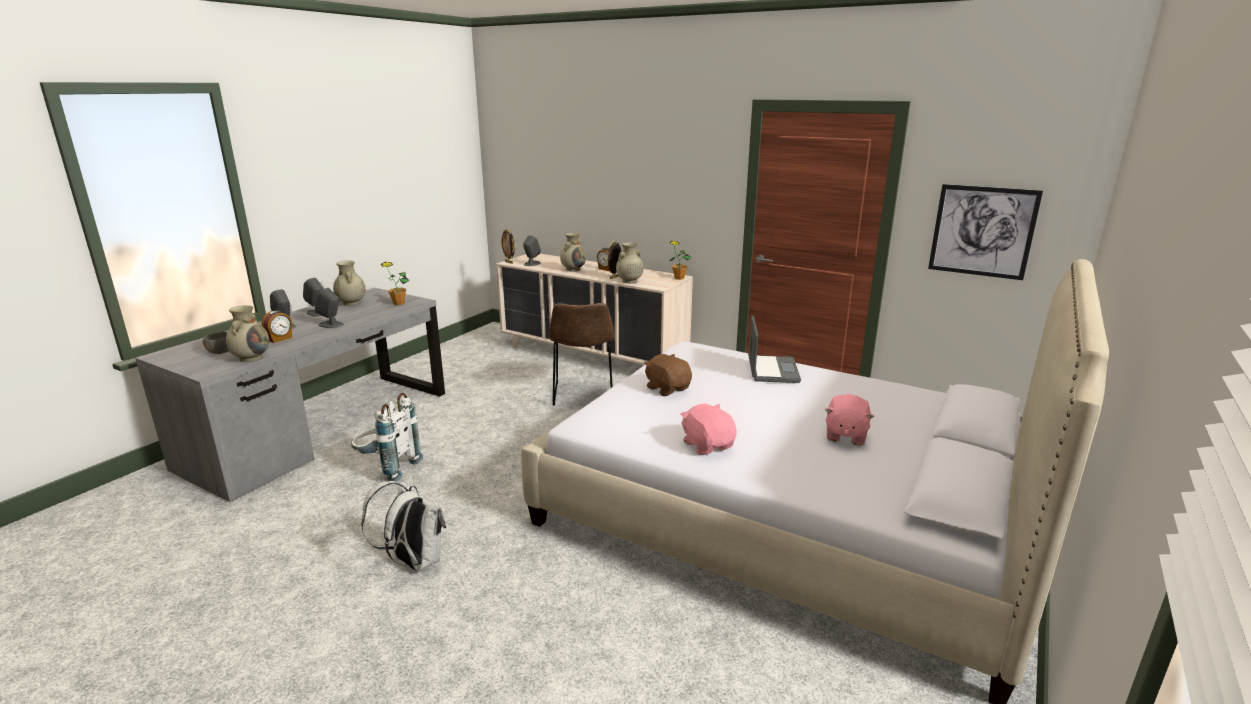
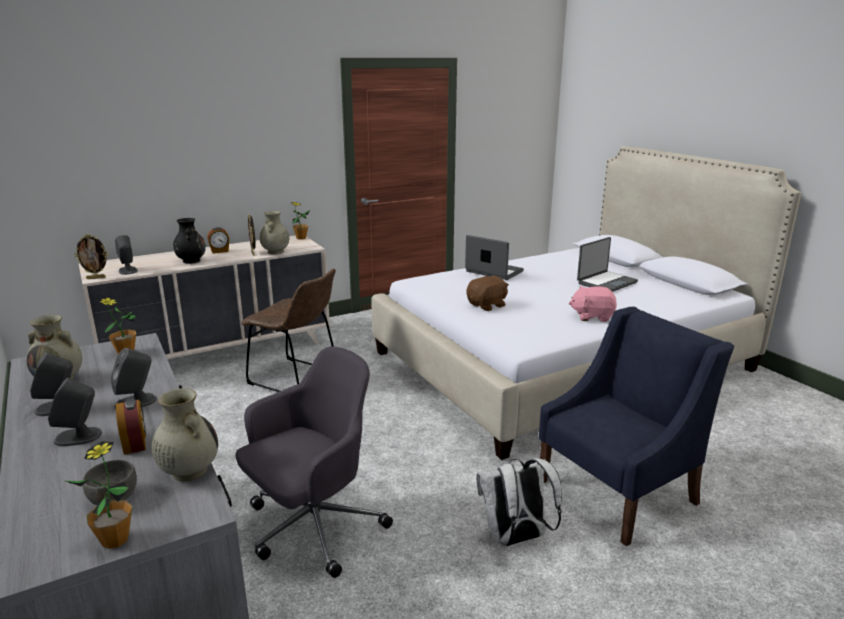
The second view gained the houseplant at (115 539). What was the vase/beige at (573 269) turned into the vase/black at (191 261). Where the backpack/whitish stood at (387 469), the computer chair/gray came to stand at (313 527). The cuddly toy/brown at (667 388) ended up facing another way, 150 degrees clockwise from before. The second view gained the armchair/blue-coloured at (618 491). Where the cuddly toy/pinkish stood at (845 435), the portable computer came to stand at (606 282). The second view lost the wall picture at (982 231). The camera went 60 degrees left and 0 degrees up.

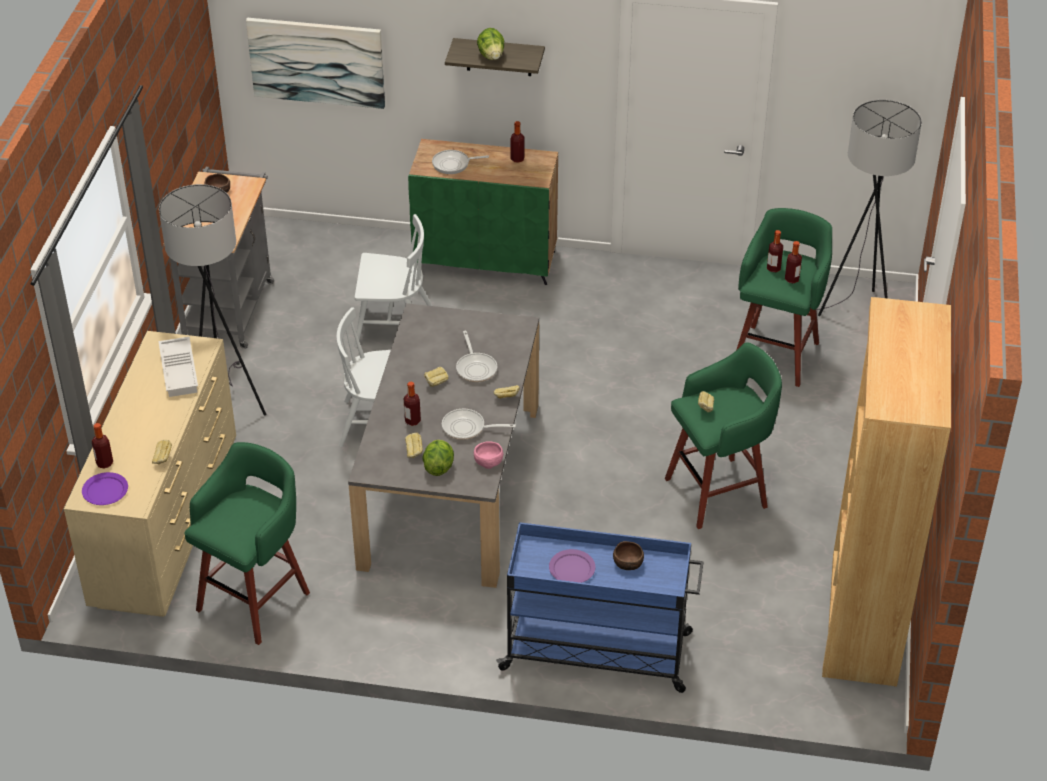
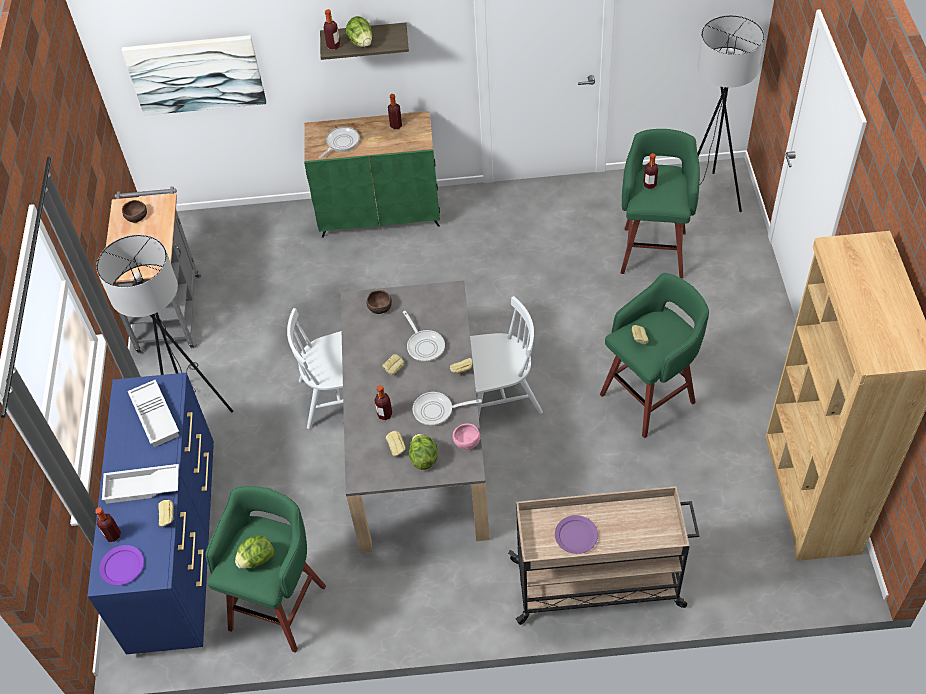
What was the chest of drawers/beige at (167 524) turned into the chest of drawers/blue-coloured at (176 545). The second view gained the tray/whitish at (142 488). The second view gained the lettuce at (257 559). The frying pan at (453 164) ended up facing another way, 150 degrees clockwise from before. The drink bottle ended up elsewhere, having gone from (792 279) to (333 46). The serving bowl/brown ended up elsewhere, having gone from (628 563) to (380 307). The plain chair/whitish ended up elsewhere, having gone from (393 326) to (500 395). What was the cart/blue-coloured at (598 651) turned into the cart/beige at (599 583). The camera went 10 degrees left and 10 degrees up.

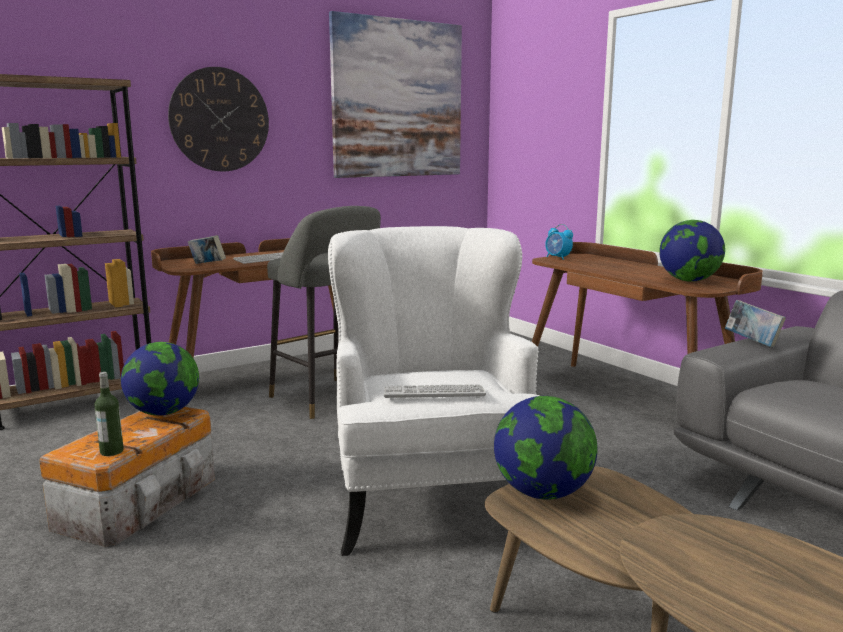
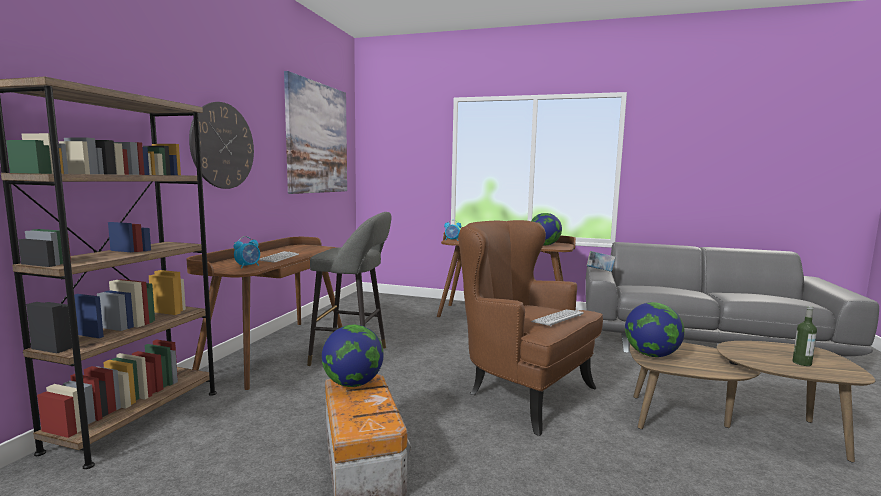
Where the volume stood at (207 265), the table clock came to stand at (248 266). What was the armchair/whitish at (431 501) turned into the armchair/brown at (522 392). The drink bottle ended up elsewhere, having gone from (111 451) to (801 363). The camera went 40 degrees left and 5 degrees down.

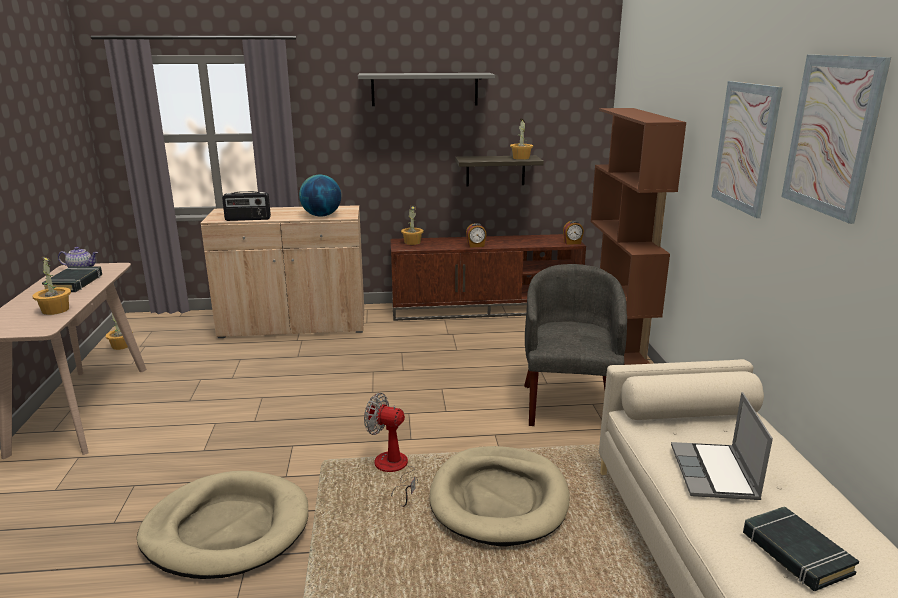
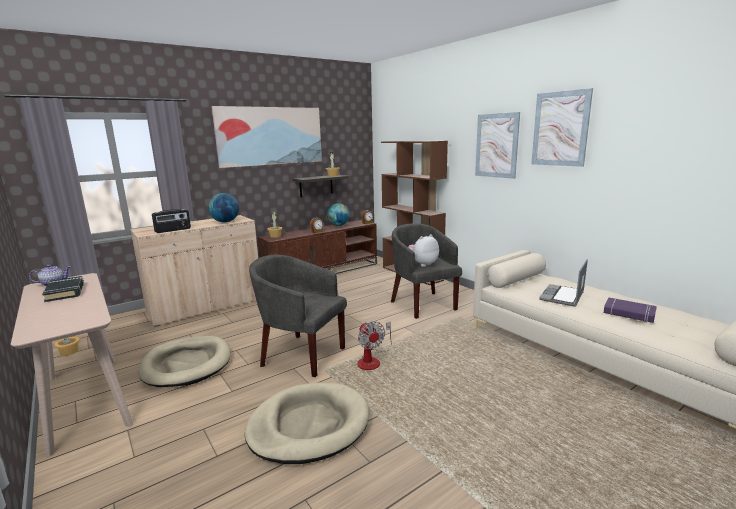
The pet bed/beige ended up elsewhere, having gone from (499 499) to (187 364). Where the wall shelf/gray hung at (424 89), the wall picture came to hang at (271 136). The second view gained the armchair/gray at (301 355). The second view gained the globe at (338 225). The fan at (394 471) ended up facing another way, 105 degrees counterclockwise from before. The second view gained the cuddly toy at (422 264). The portable computer at (715 474) ended up facing another way, 60 degrees clockwise from before. What was the volume/black at (795 553) turned into the volume/purplish at (629 313). The second view lost the houseplant at (55 310). The camera went 30 degrees left and 5 degrees down.

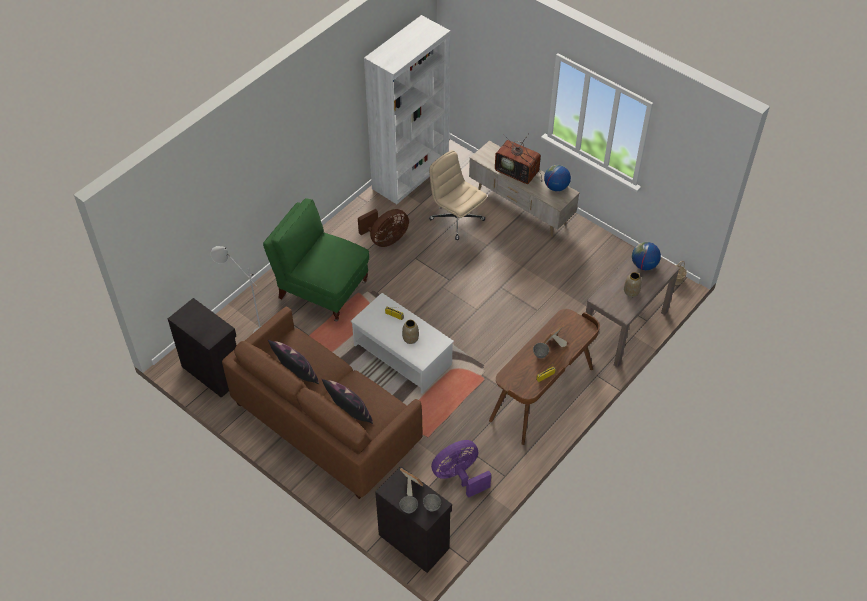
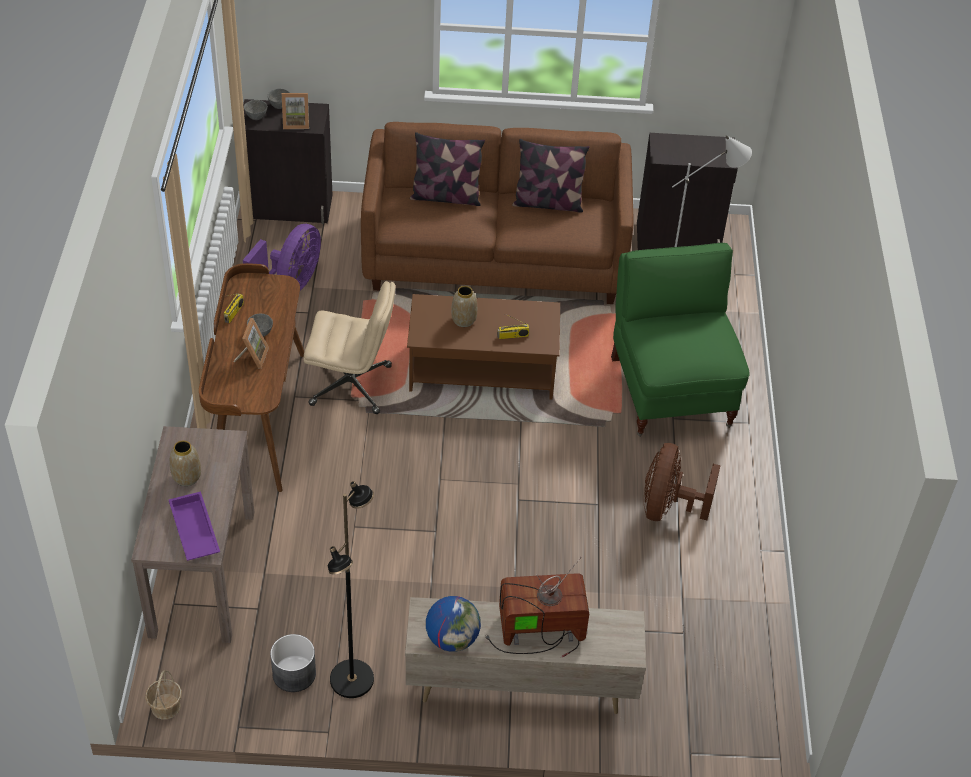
Where the globe stood at (644 265), the tray/purplish came to stand at (193 531). The second view gained the plant pot/gray at (293 674). The computer chair/beige ended up elsewhere, having gone from (456 219) to (352 385). The second view gained the standing lamp/black at (353 679). What was the low table/whitish at (402 355) turned into the low table/brown at (483 369). The armchair/green at (322 289) ended up facing another way, 90 degrees counterclockwise from before. The second view lost the bookcase/whitish at (410 175). The camera went 140 degrees right and 5 degrees down.

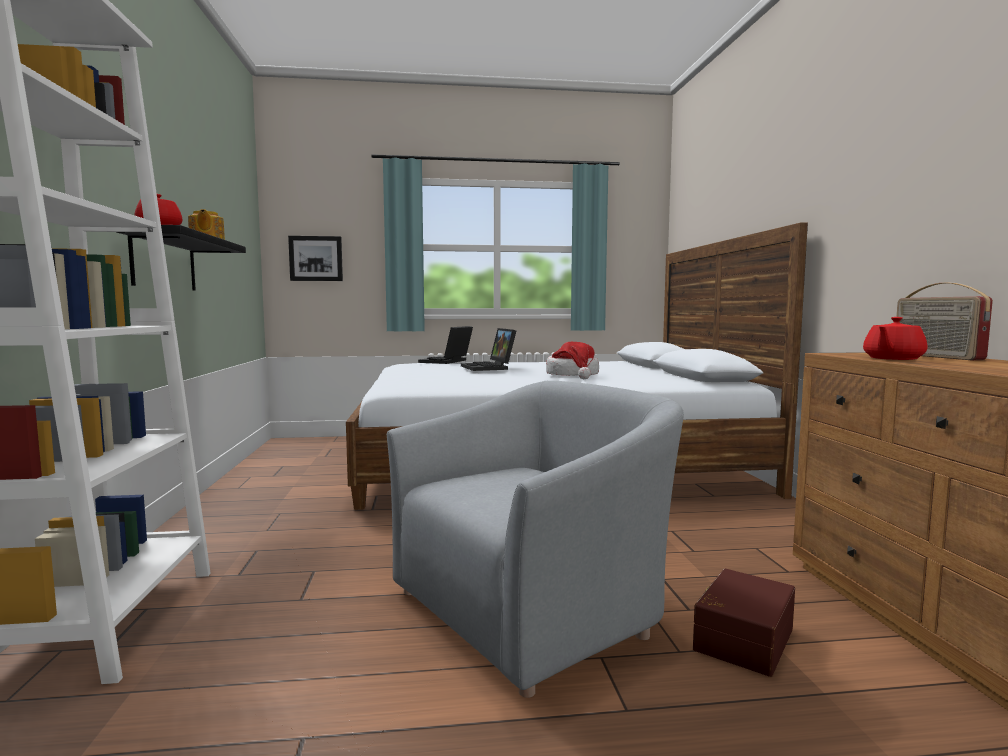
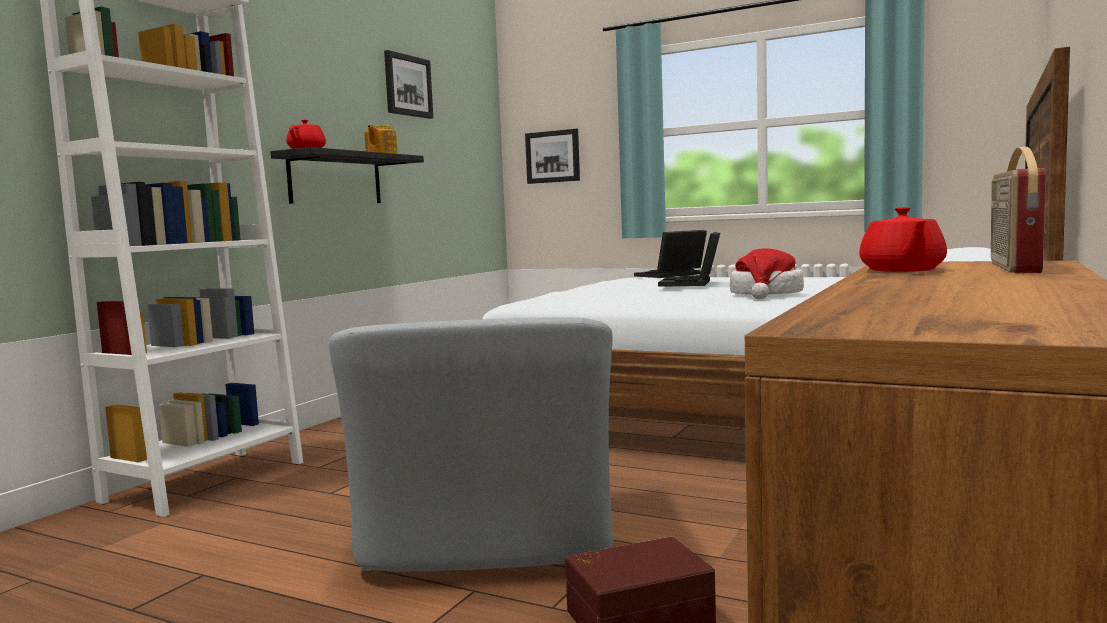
The armchair/gray at (532 607) ended up facing another way, 90 degrees clockwise from before. The second view gained the wall picture at (407 86). The tea pot/reddish at (892 359) ended up facing another way, 75 degrees counterclockwise from before. The camera went 35 degrees right and 0 degrees up.

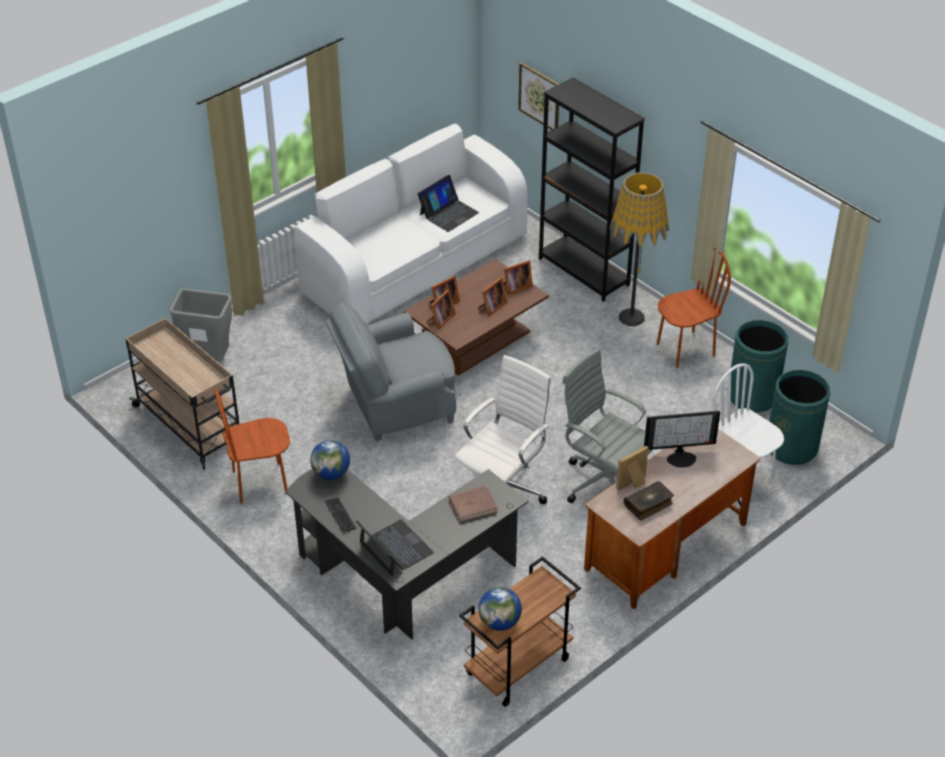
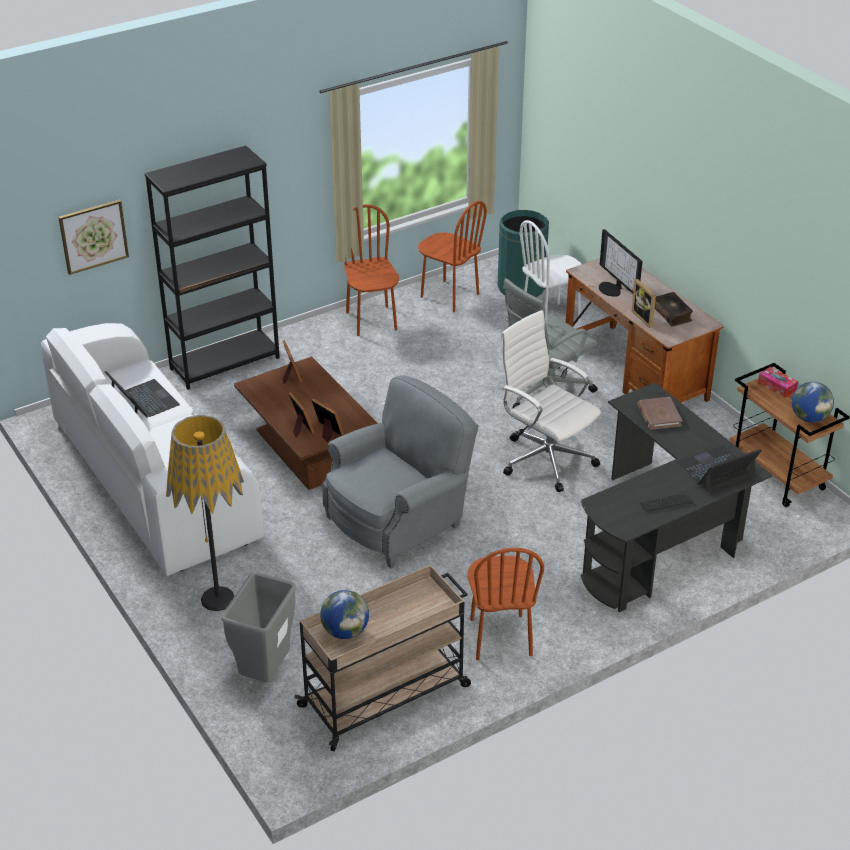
The standing lamp ended up elsewhere, having gone from (631 317) to (217 599). The globe ended up elsewhere, having gone from (331 473) to (345 631). The armchair/gray at (395 406) ended up facing another way, 120 degrees counterclockwise from before. Where the rubbish bin/green stood at (752 396), the plain chair/brown came to stand at (449 296). The computer display at (681 457) ended up facing another way, 150 degrees clockwise from before. The second view gained the box of tissues at (777 386). The second view lost the photo frame at (491 307). The camera went 80 degrees left and 5 degrees down.

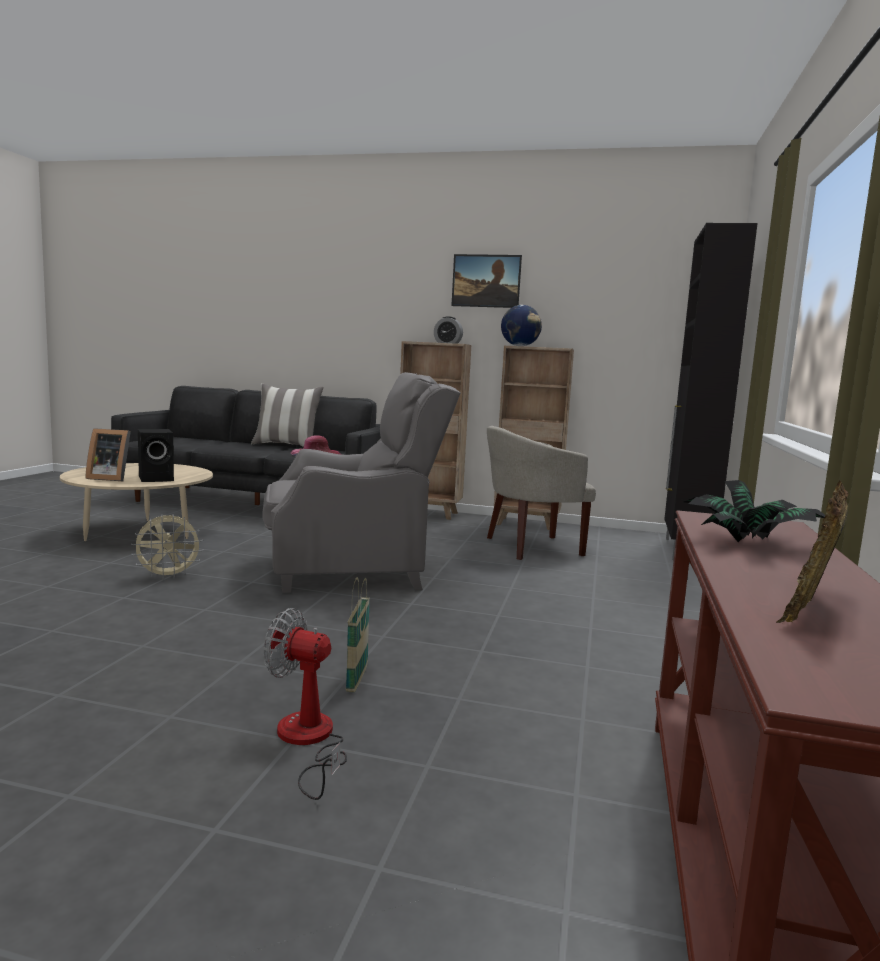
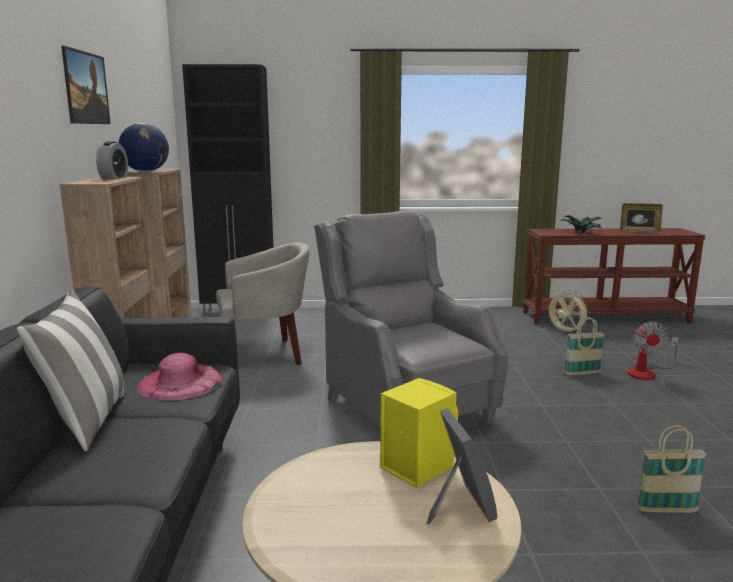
The armchair/beige at (530 547) ended up facing another way, 75 degrees counterclockwise from before. What was the loudspeaker/black at (157 479) turned into the loudspeaker/yellow at (415 466). The fan/beige ended up elsewhere, having gone from (168 576) to (565 332). The second view gained the household basket at (667 510). The camera went 105 degrees left and 5 degrees up.

